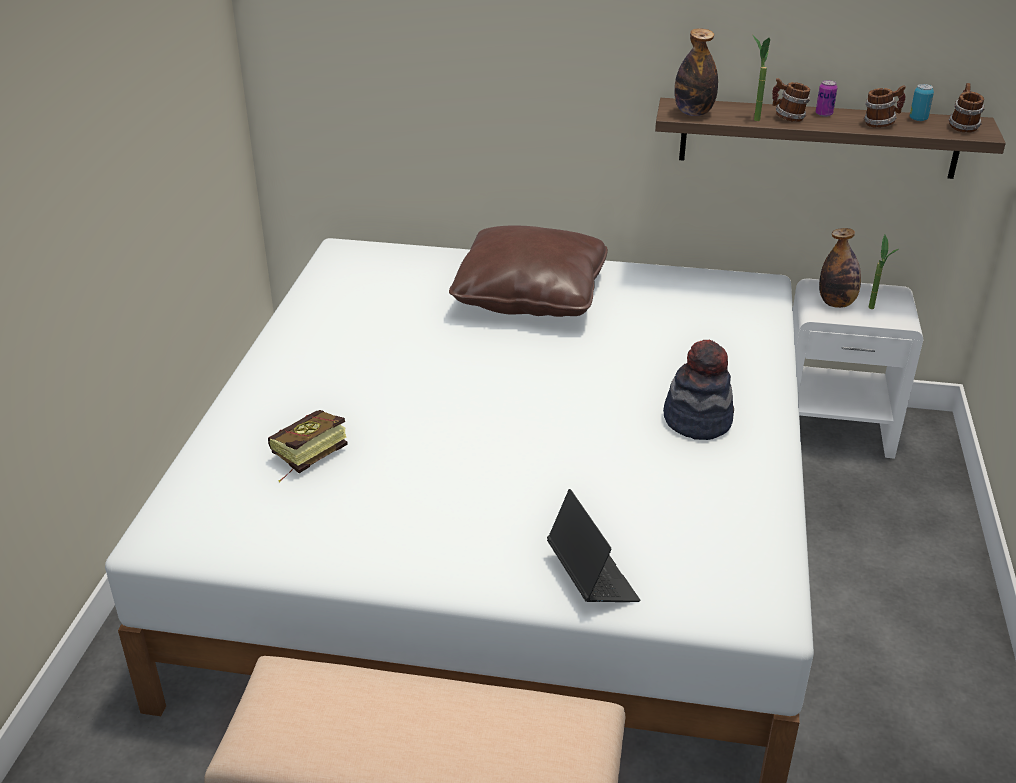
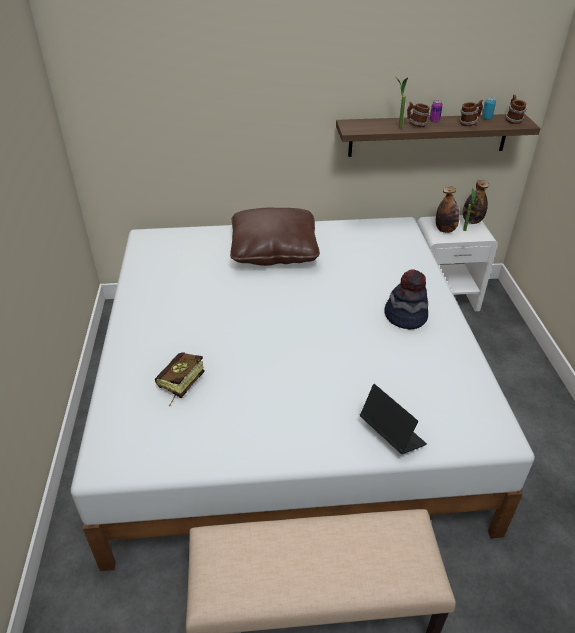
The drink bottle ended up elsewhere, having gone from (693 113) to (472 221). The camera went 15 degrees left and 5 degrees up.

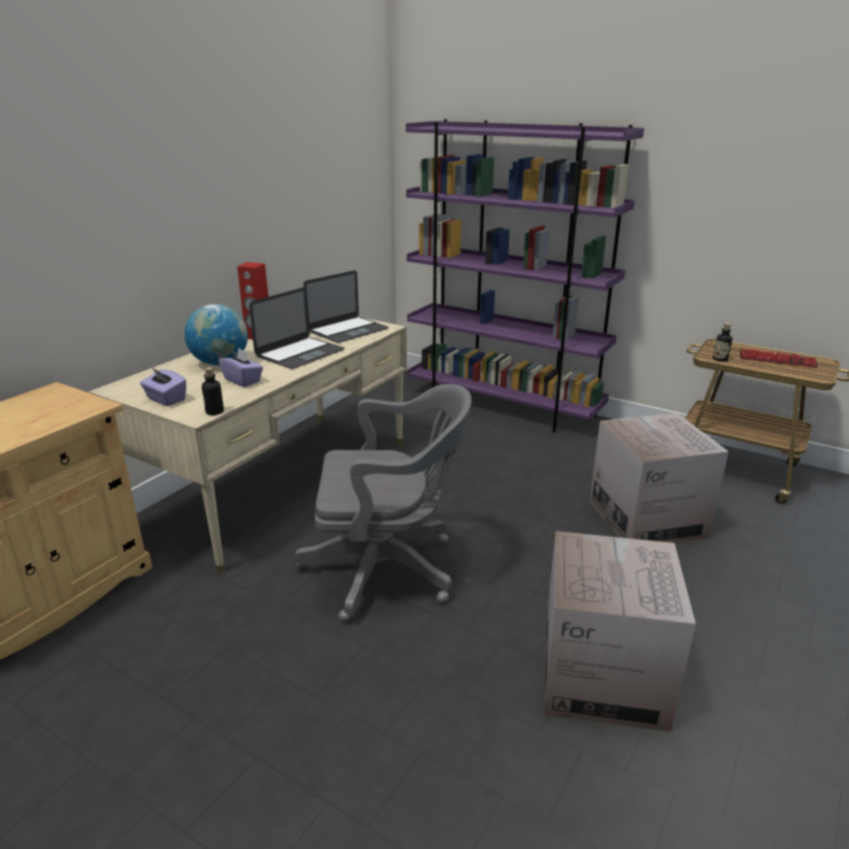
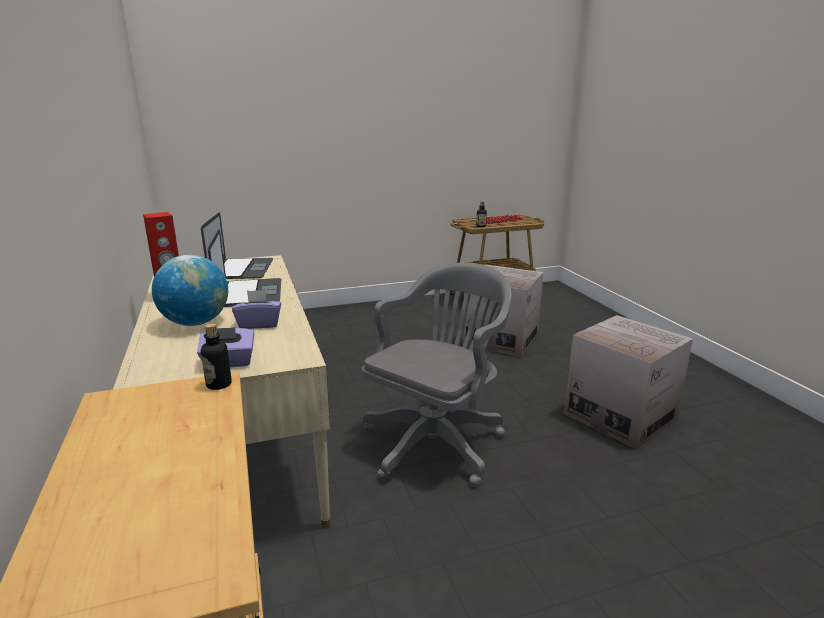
The drink bottle ended up elsewhere, having gone from (214 412) to (219 384). The second view lost the bookcase/purplish at (503 406). The camera went 50 degrees left and 5 degrees down.

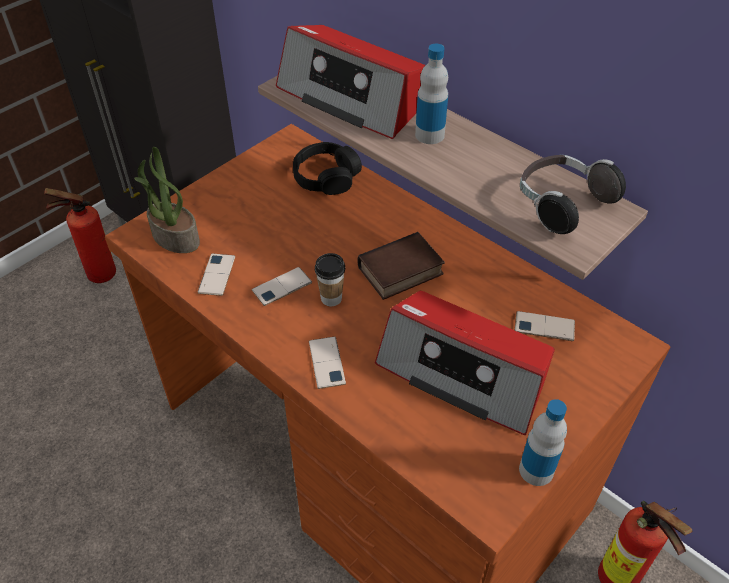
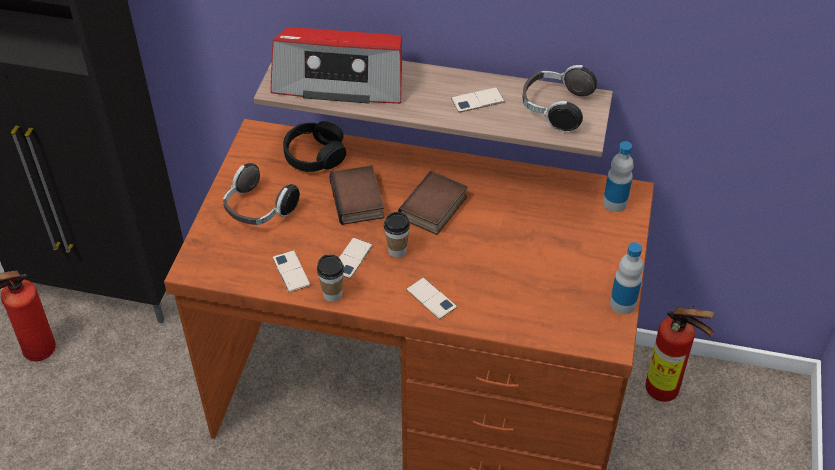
The second view gained the headset at (258 210). The second view gained the cup at (332 294). The second view gained the volume at (359 200). The phone ended up elsewhere, having gone from (544 326) to (477 100). The drink bottle ended up elsewhere, having gone from (429 135) to (614 203). The second view lost the houseplant at (174 238). The second view lost the radio receiver at (463 373). The camera went 30 degrees left and 0 degrees up.

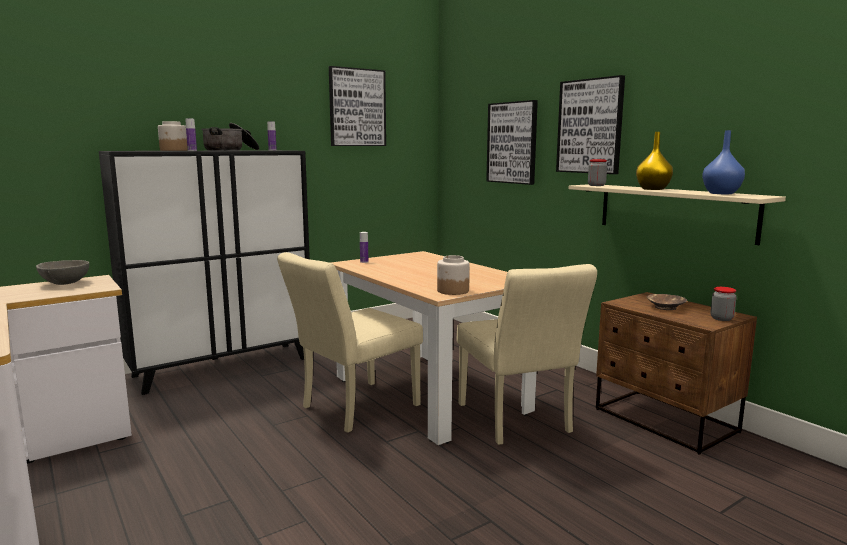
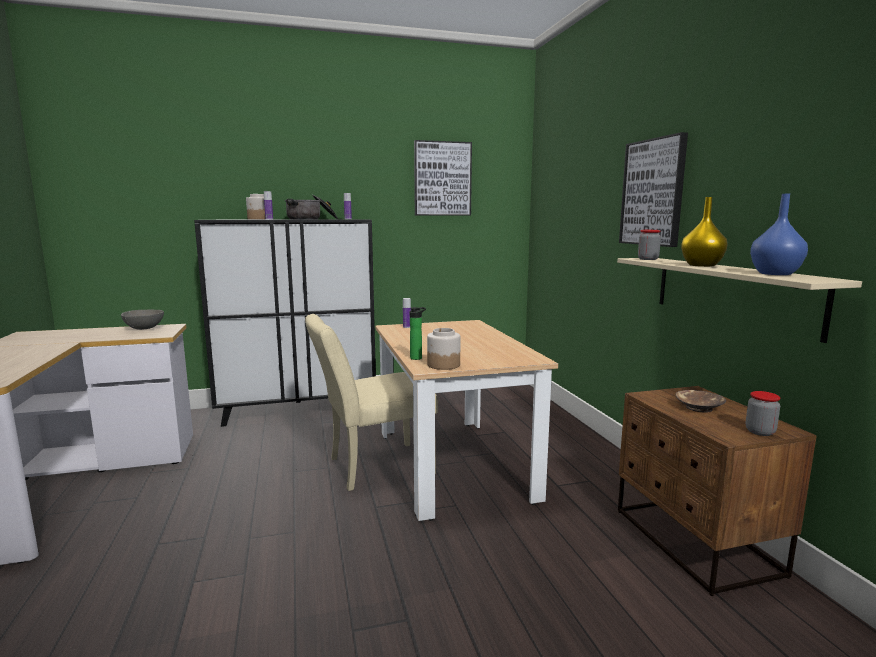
The second view gained the drink bottle at (417 358). The second view lost the plain chair/beige at (517 422). The second view lost the wall picture at (512 143). The camera went 20 degrees right and 0 degrees up.

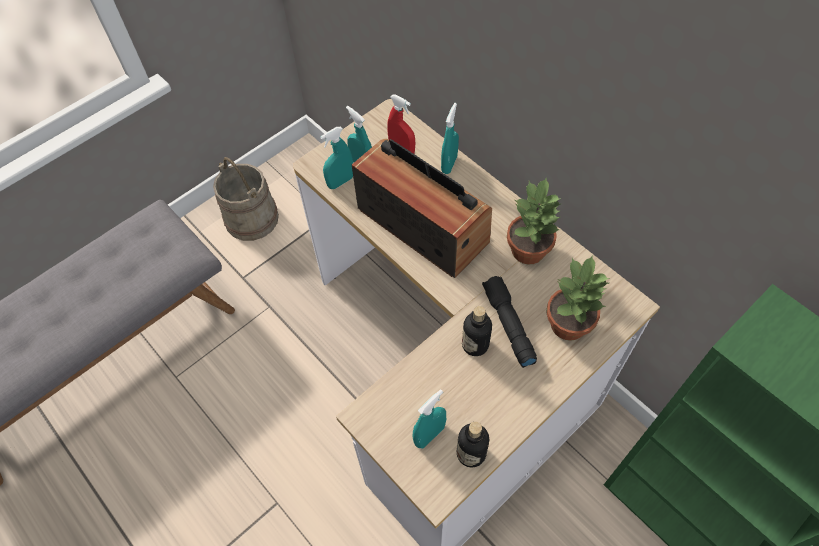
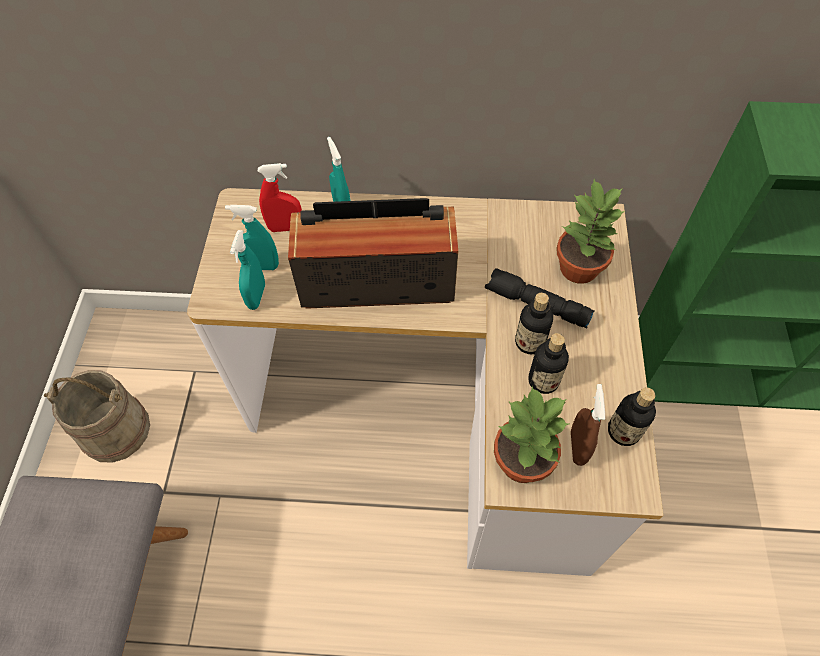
The houseplant ended up elsewhere, having gone from (529 250) to (523 460). The second view gained the drink bottle at (543 380). What was the spray bottle/blue-green at (429 435) turned into the spray bottle/brown at (577 447). The camera went 45 degrees left and 0 degrees up.

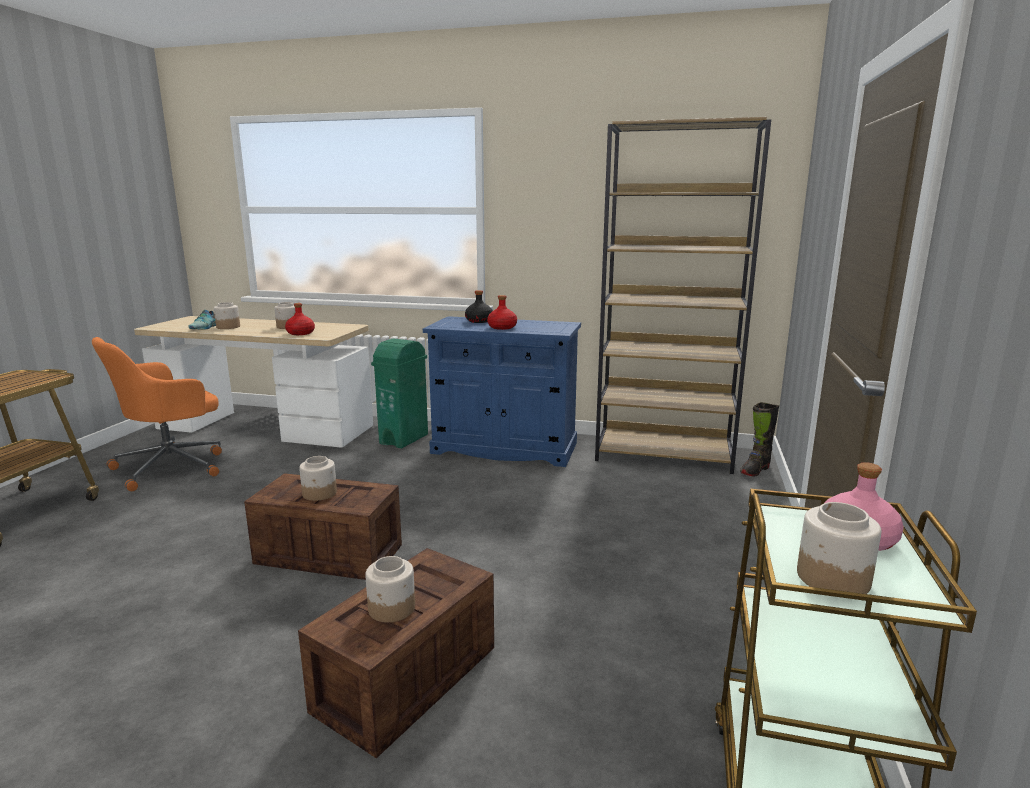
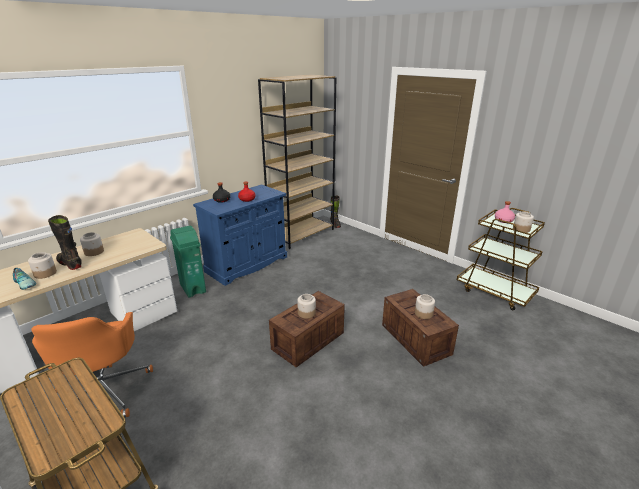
The second view gained the boot/black at (70 264). The second view lost the drink bottle/reddish at (300 333). The camera went 60 degrees left and 10 degrees up.

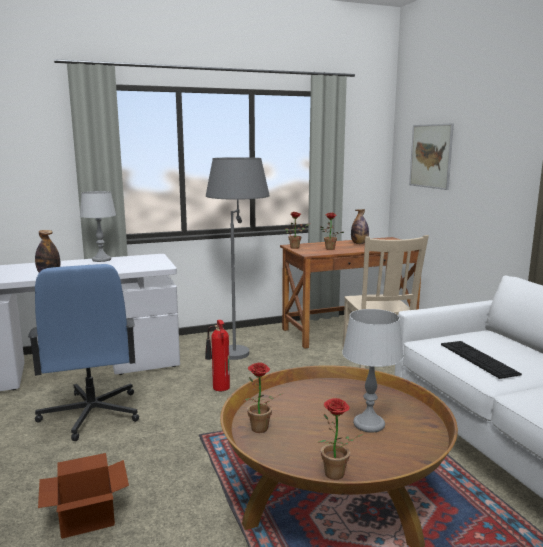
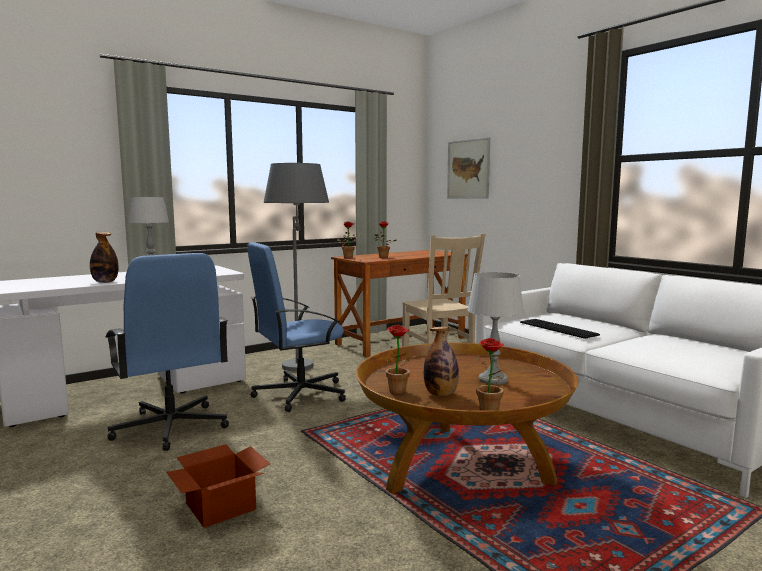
Where the fire extinguisher stood at (219 388), the computer chair/blue-coloured came to stand at (299 394). The drink bottle ended up elsewhere, having gone from (359 244) to (441 394). The camera went 15 degrees left and 5 degrees down.

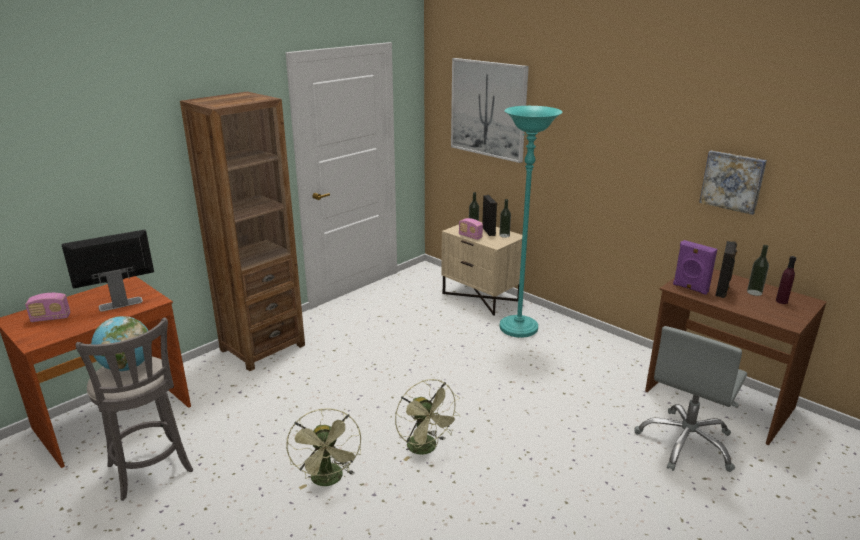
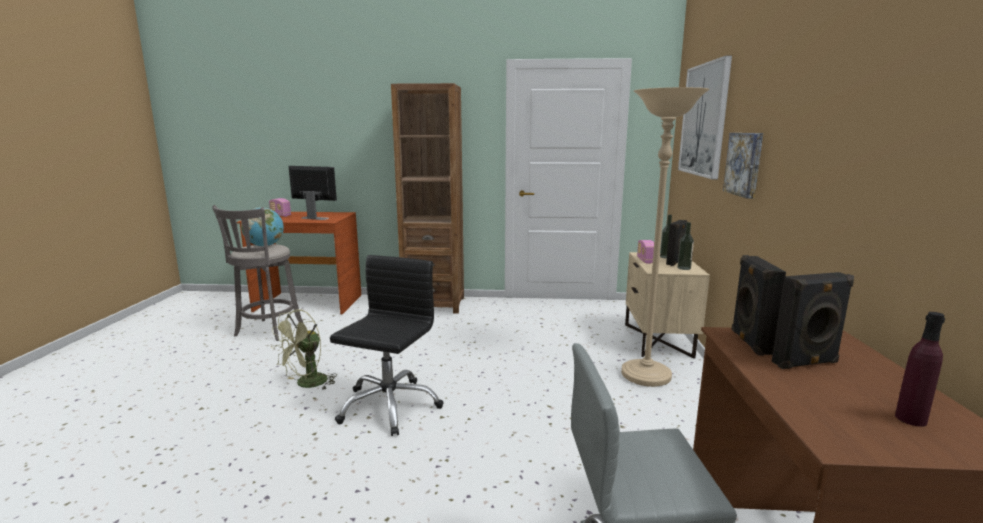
Where the fan/green stood at (426 449), the computer chair/black came to stand at (389 406). What was the standing lamp/blue-green at (518 328) turned into the standing lamp/beige at (645 376). The wall picture ended up elsewhere, having gone from (732 181) to (745 164). What was the loudspeaker/purplish at (690 288) turned into the loudspeaker/black at (749 342). The second view lost the drink bottle at (754 292). The camera went 50 degrees right and 10 degrees down.

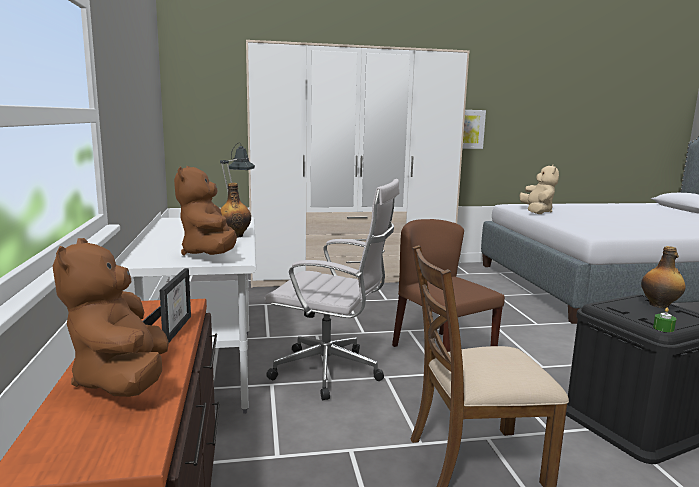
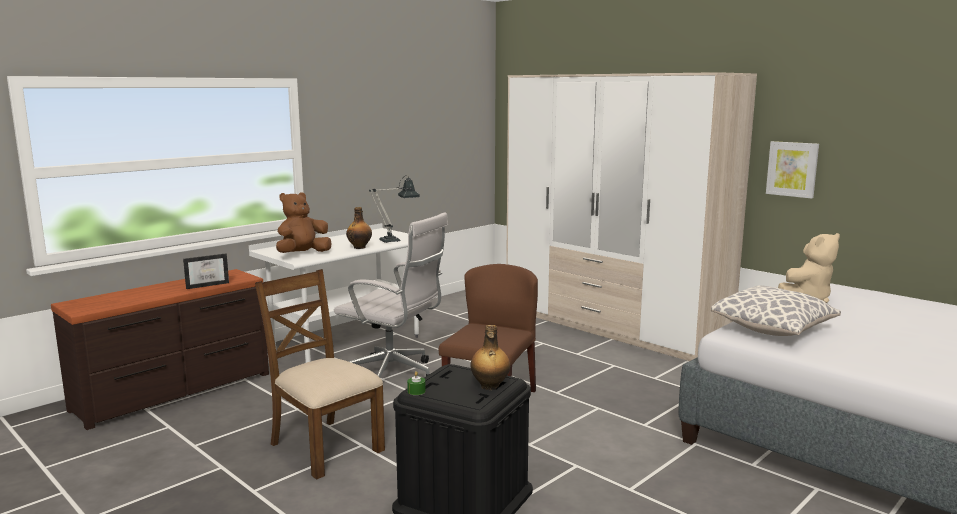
The computer chair/whitish at (332 372) ended up facing another way, 45 degrees counterclockwise from before. The second view gained the pillow at (773 330). The second view lost the cuddly toy/brown at (122 381). The camera went 55 degrees right and 0 degrees up.

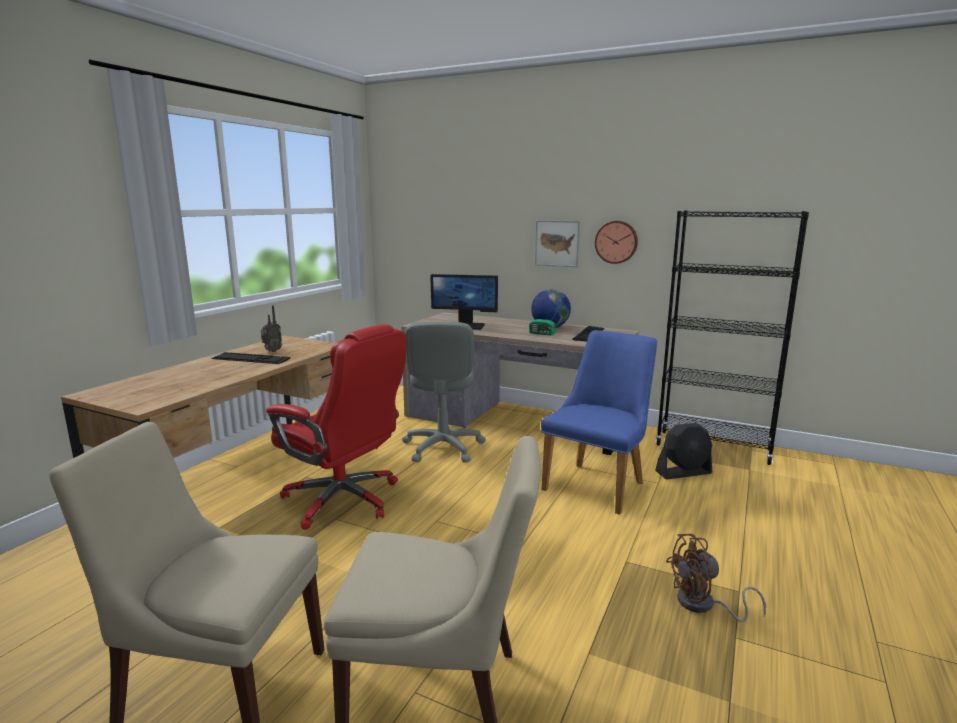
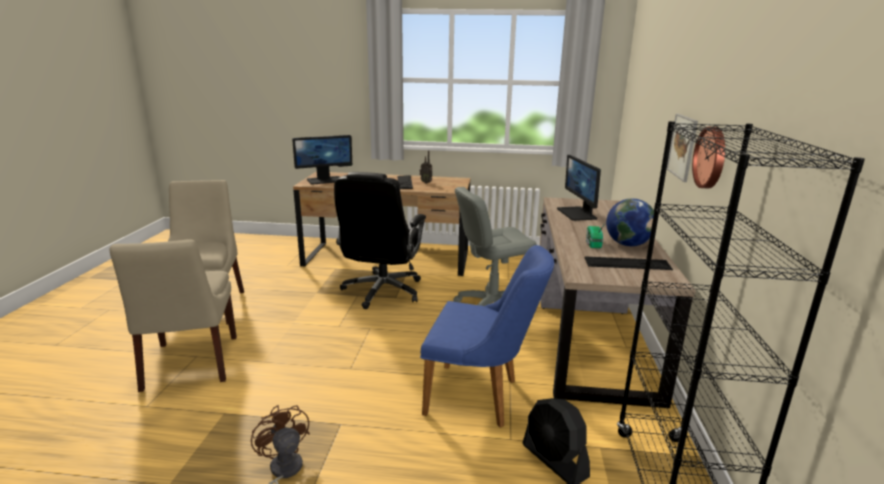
The second view gained the computer display at (325 180). What was the computer chair/reddish at (344 500) turned into the computer chair/black at (382 291). The camera went 70 degrees right and 5 degrees up.

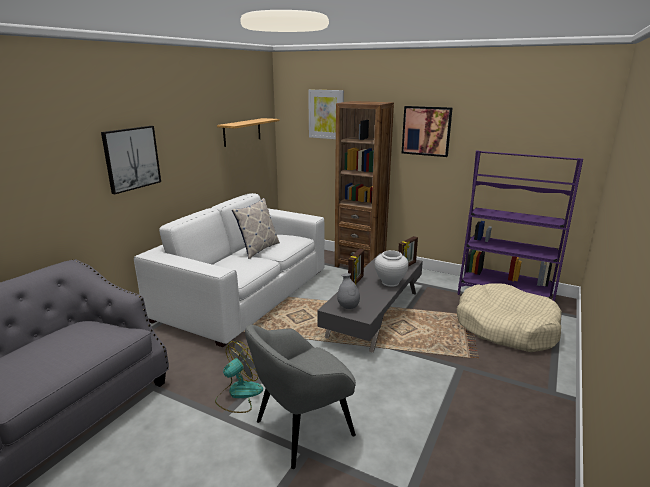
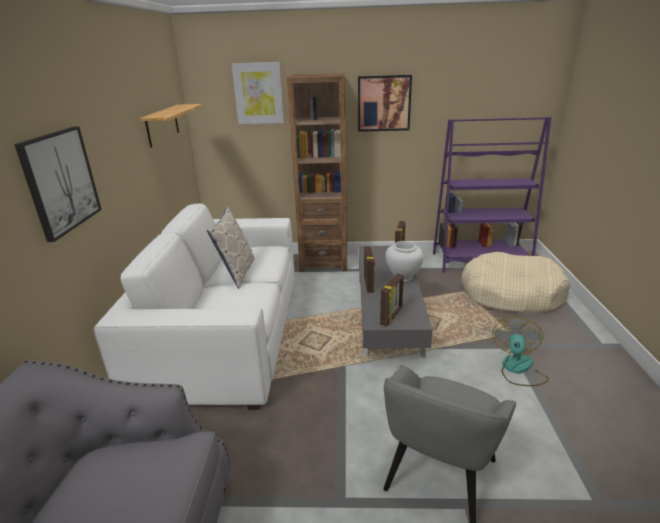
Where the vase/gray stood at (348 307), the photo frame came to stand at (392 316). The fan ended up elsewhere, having gone from (238 394) to (518 369). The camera went 25 degrees left and 5 degrees up.

